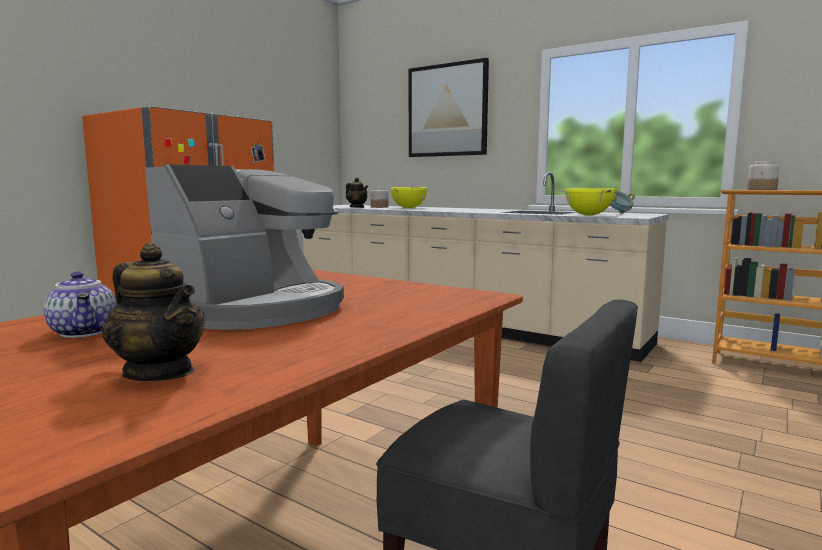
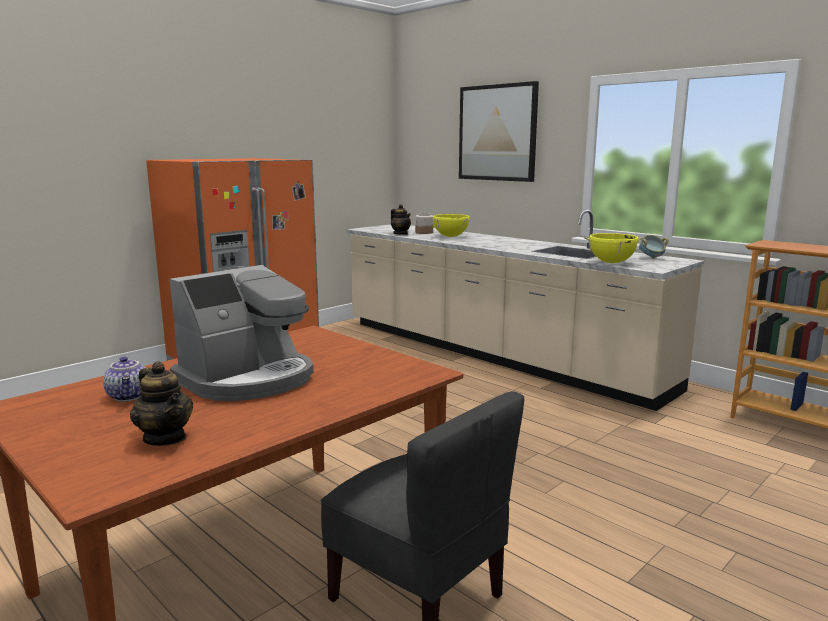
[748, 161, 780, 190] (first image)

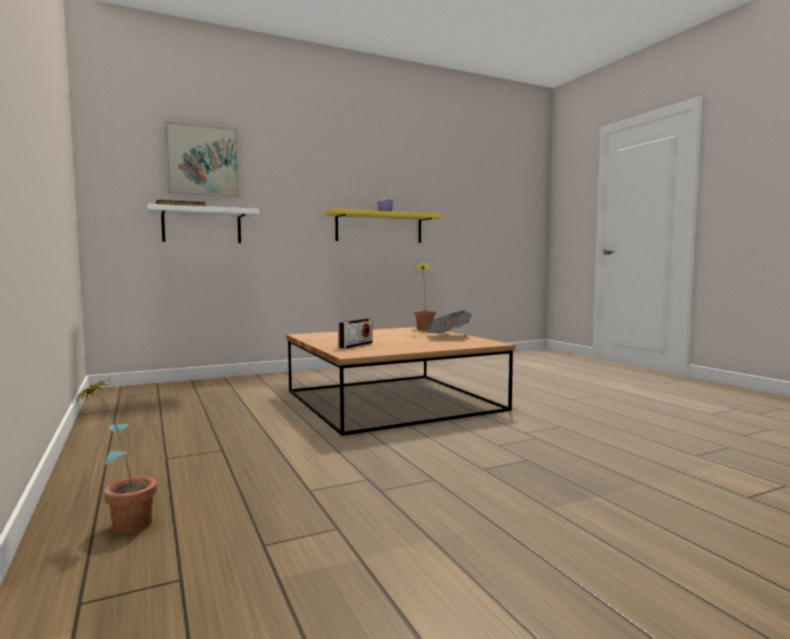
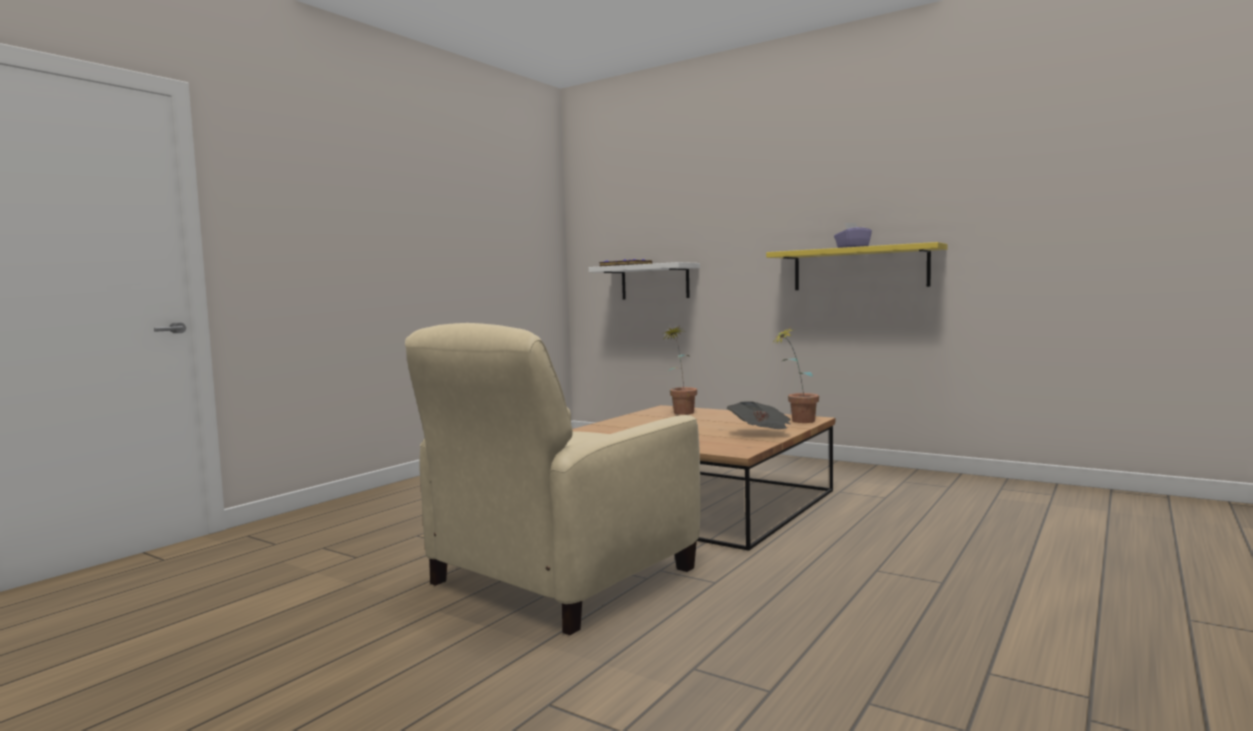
[165, 121, 239, 197] (first image)
[338, 318, 372, 349] (first image)
[662, 326, 697, 415]
[405, 323, 701, 635]

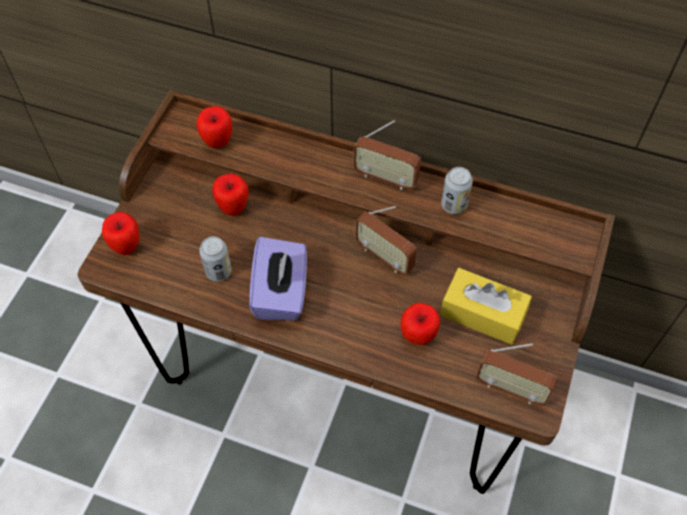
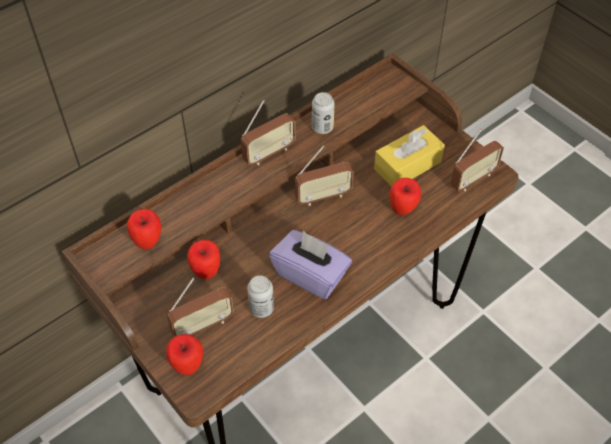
[167, 278, 234, 337]

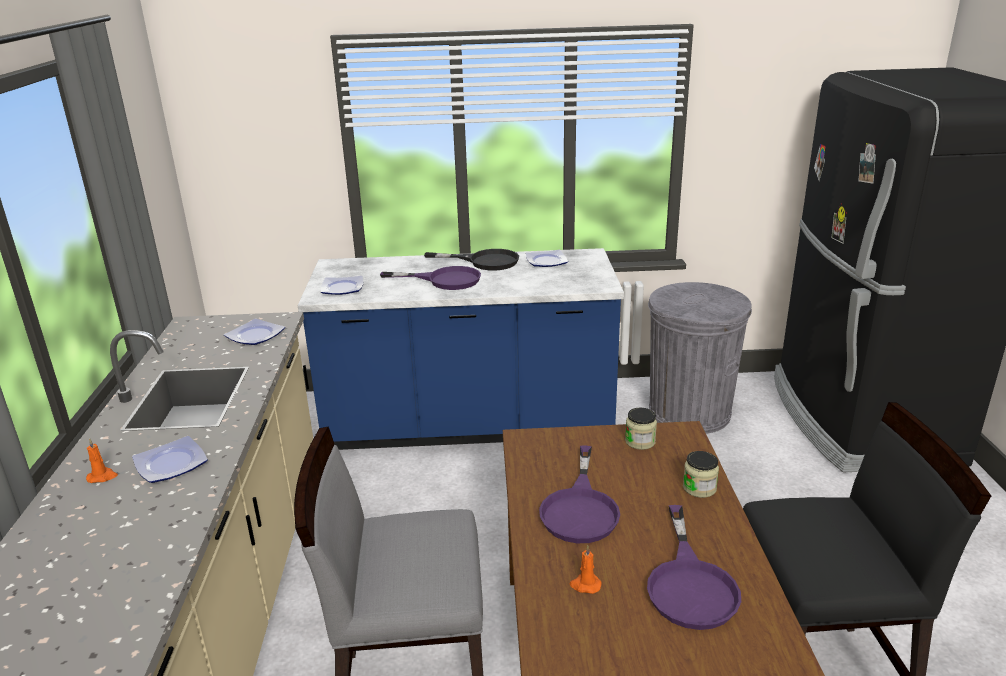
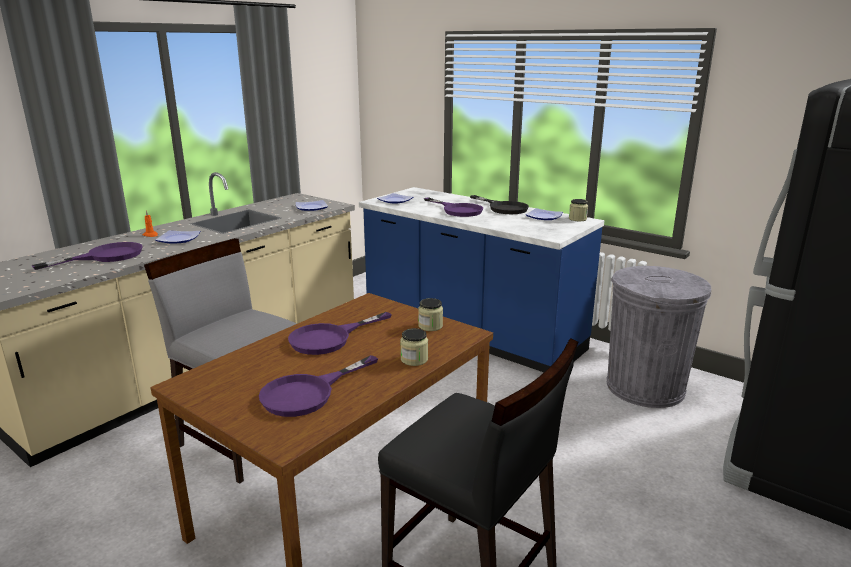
[569, 545, 601, 594] (first image)
[569, 199, 588, 221]
[32, 242, 143, 270]

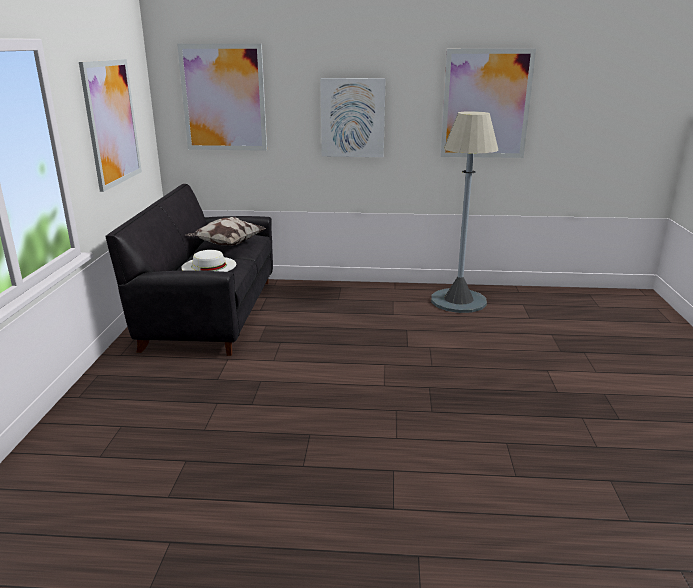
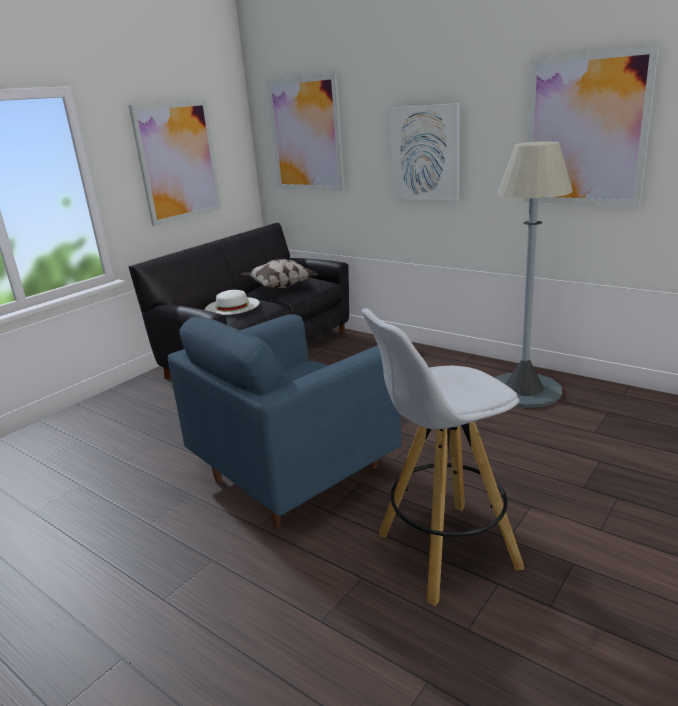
[361, 308, 524, 606]
[168, 314, 402, 528]

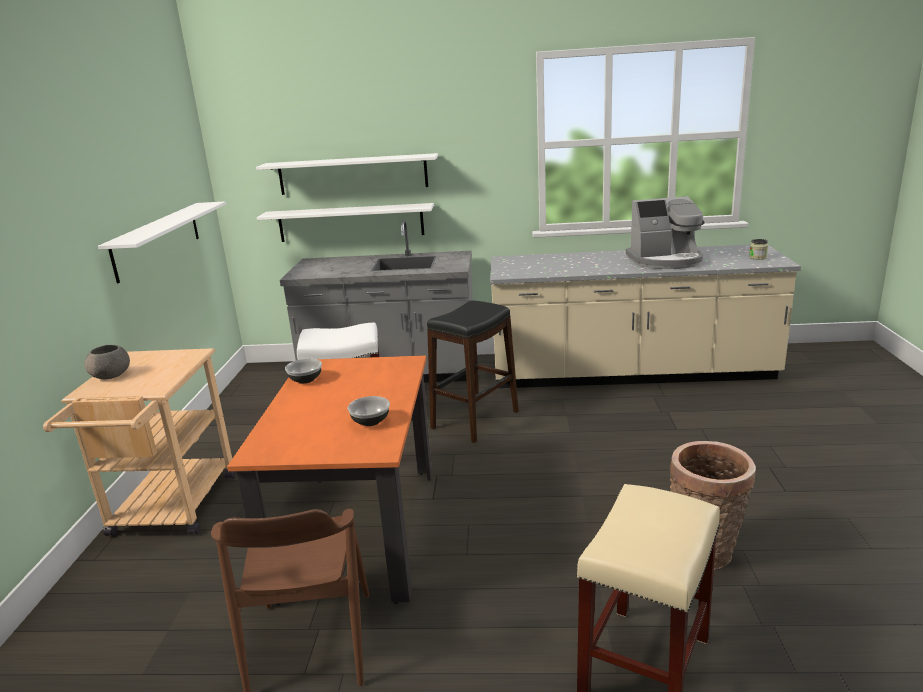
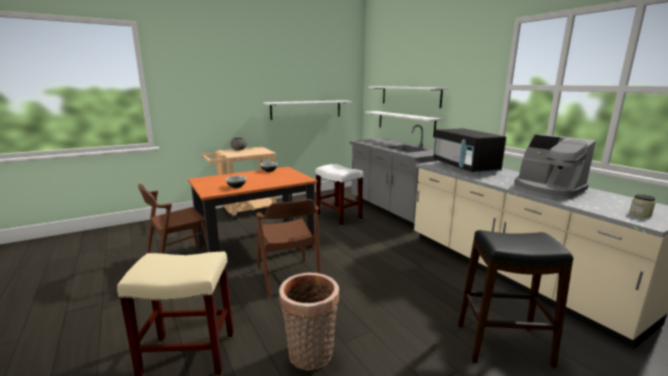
[458, 230, 573, 368]
[434, 128, 506, 175]
[256, 199, 321, 298]

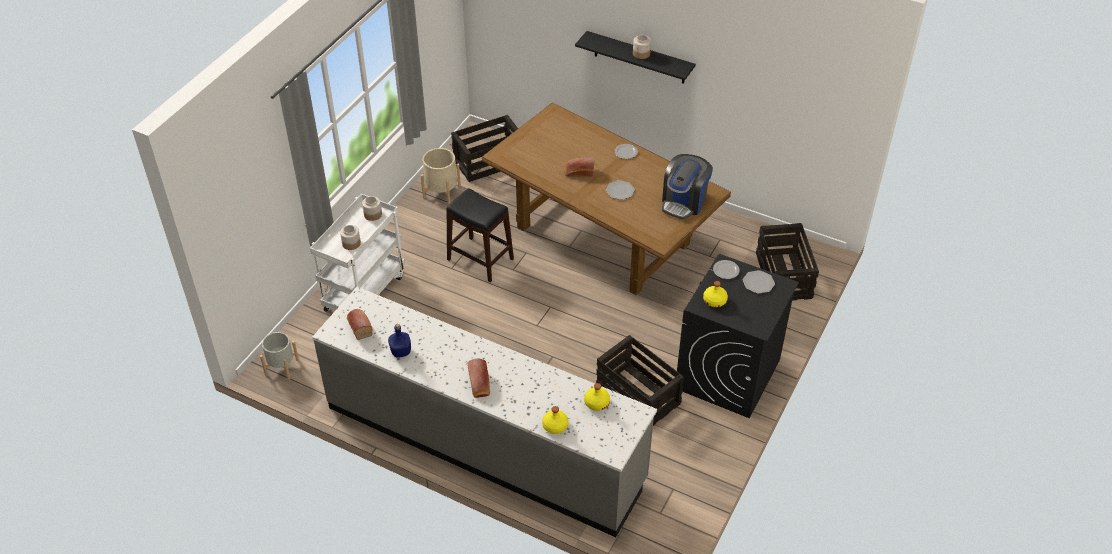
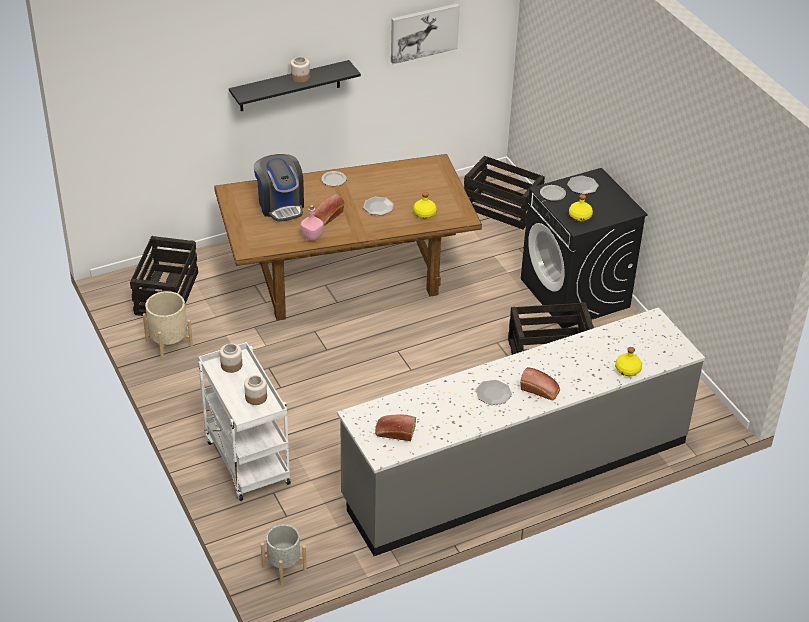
[253, 154, 304, 222]
[446, 188, 514, 282] (first image)
[388, 324, 411, 358] (first image)
[413, 192, 437, 218]
[391, 3, 460, 64]
[301, 205, 324, 241]
[476, 380, 512, 405]

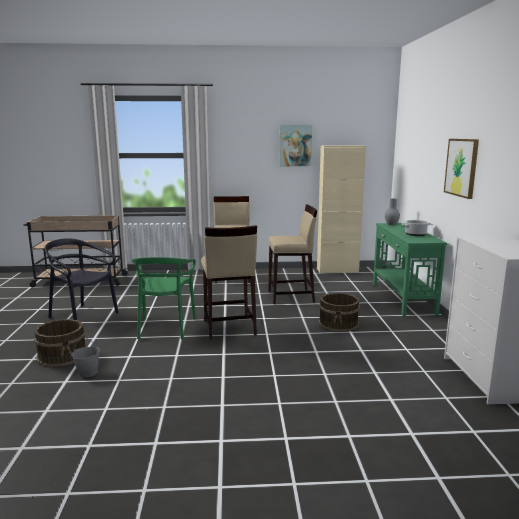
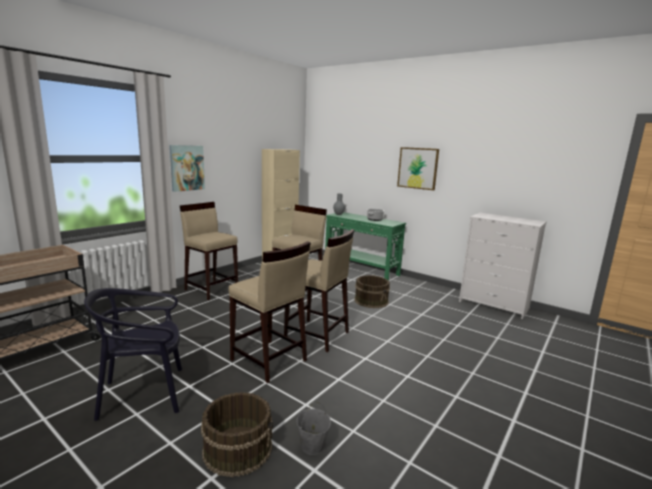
[170, 145, 205, 192]
[229, 241, 311, 383]

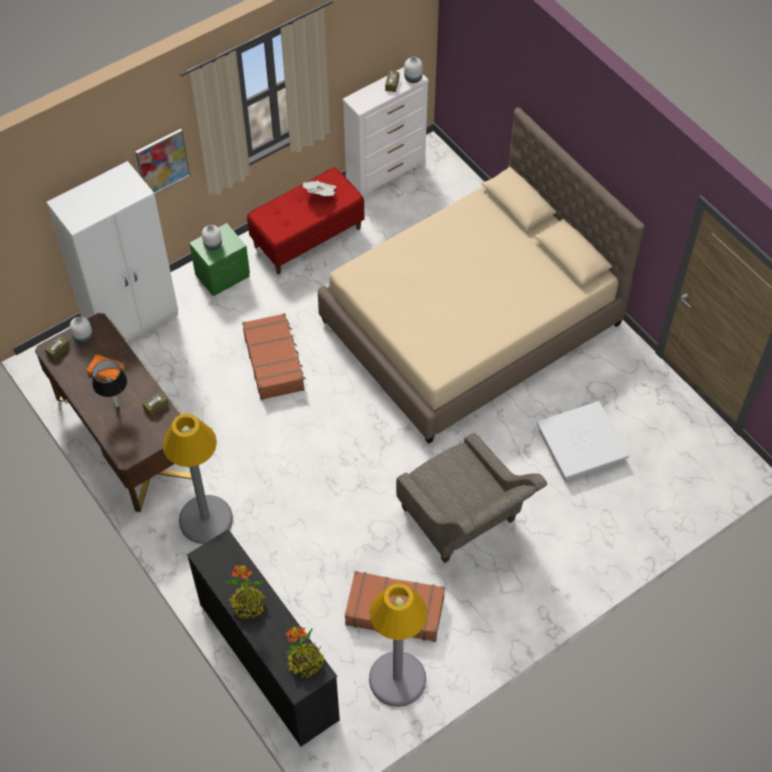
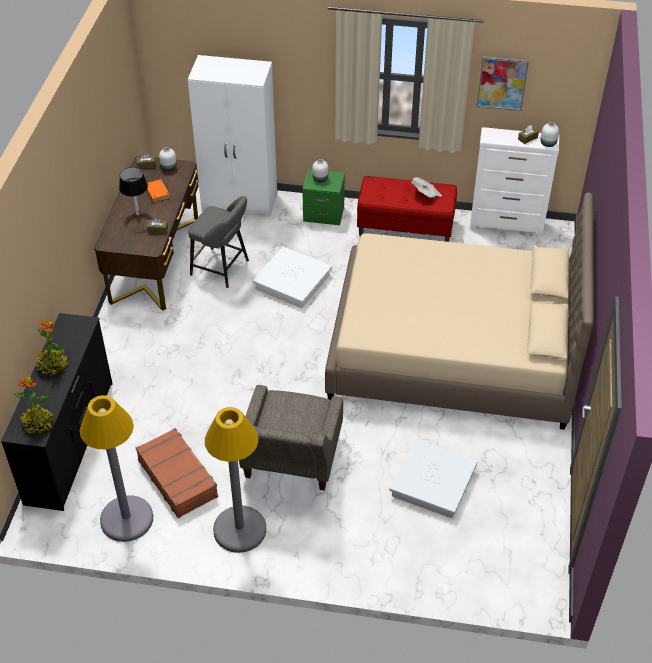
[477, 56, 529, 111]
[252, 246, 332, 308]
[205, 407, 266, 553]
[189, 196, 249, 288]

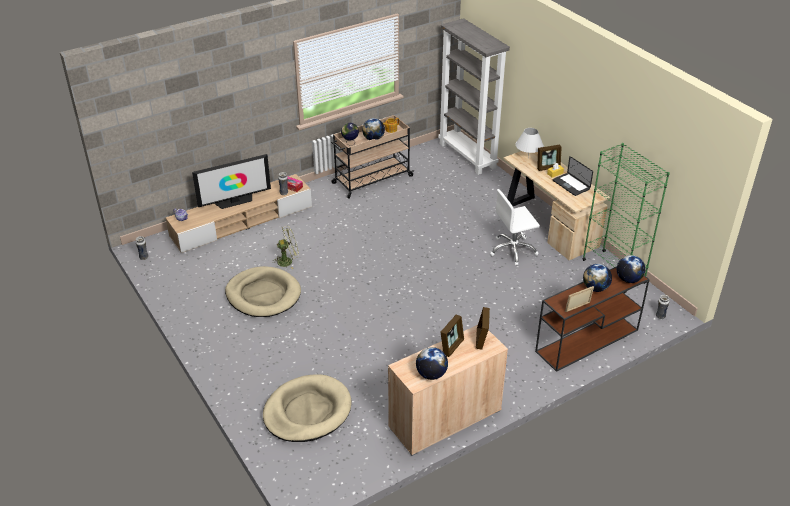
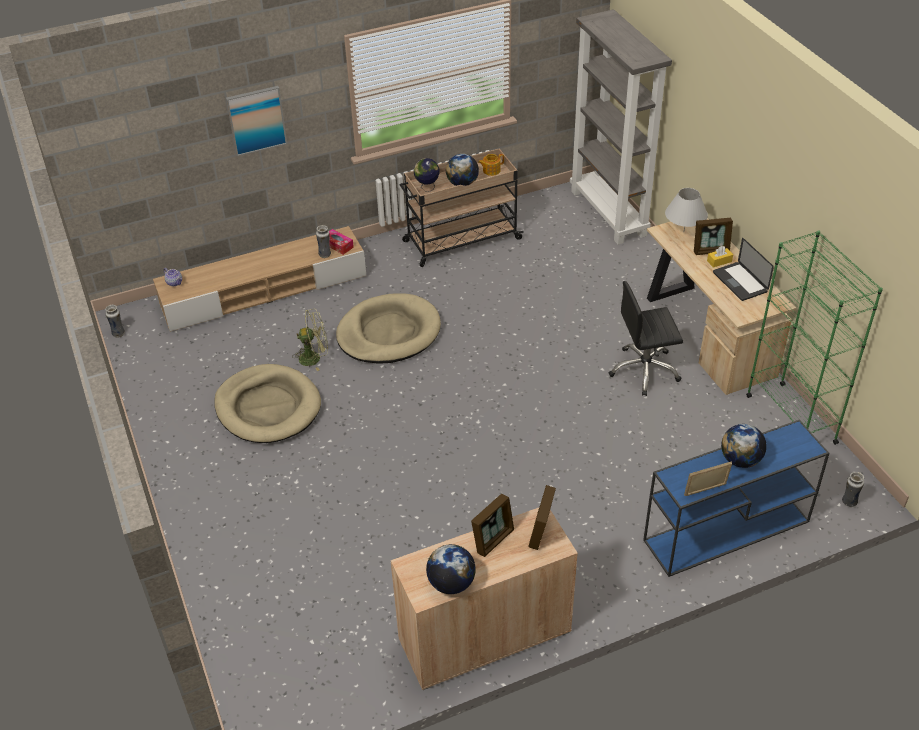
[192, 154, 271, 209] (first image)
[609, 281, 683, 396]
[617, 255, 645, 283] (first image)
[643, 420, 829, 577]
[336, 293, 441, 364]
[226, 86, 287, 156]

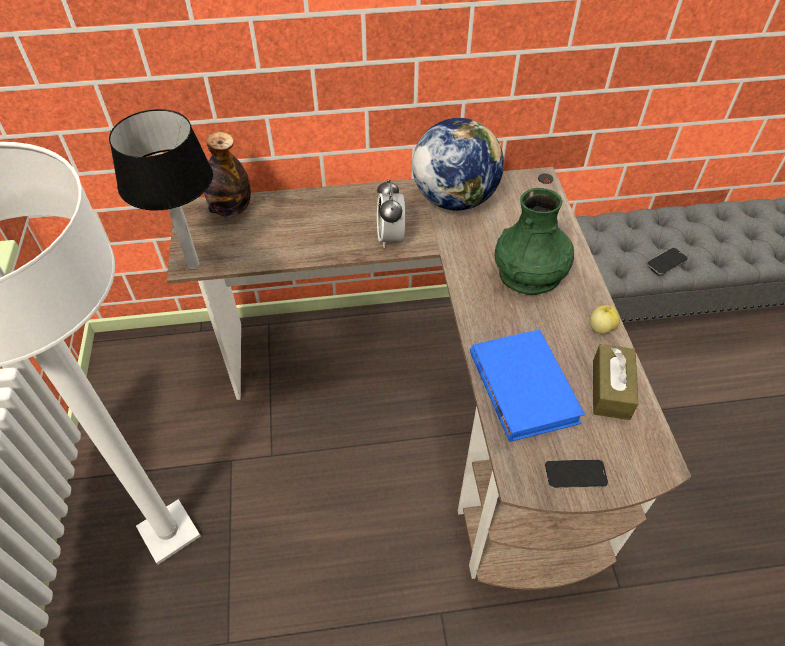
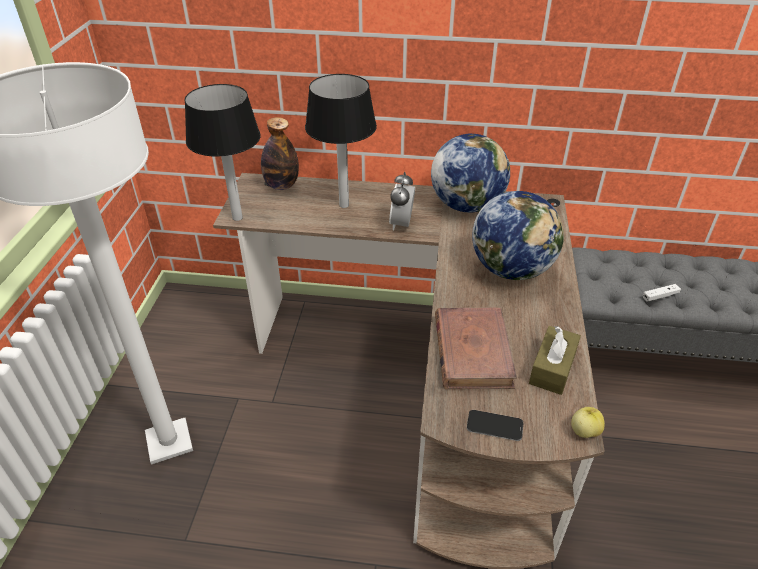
[472, 191, 564, 280]
[643, 284, 681, 302]
[571, 407, 605, 438]
[435, 307, 517, 389]
[305, 74, 377, 208]

